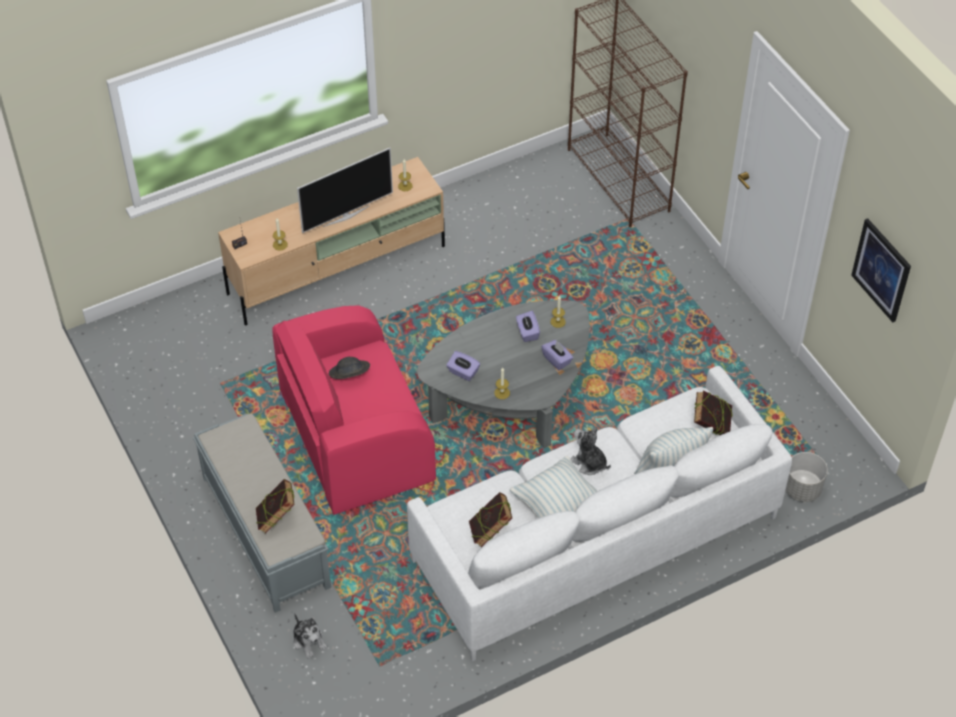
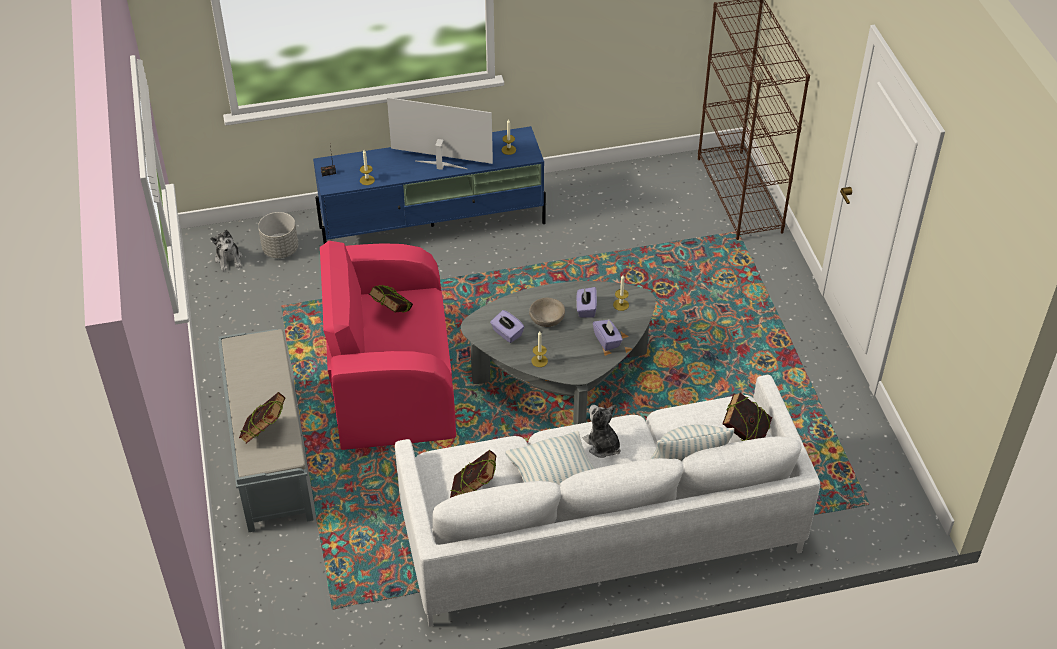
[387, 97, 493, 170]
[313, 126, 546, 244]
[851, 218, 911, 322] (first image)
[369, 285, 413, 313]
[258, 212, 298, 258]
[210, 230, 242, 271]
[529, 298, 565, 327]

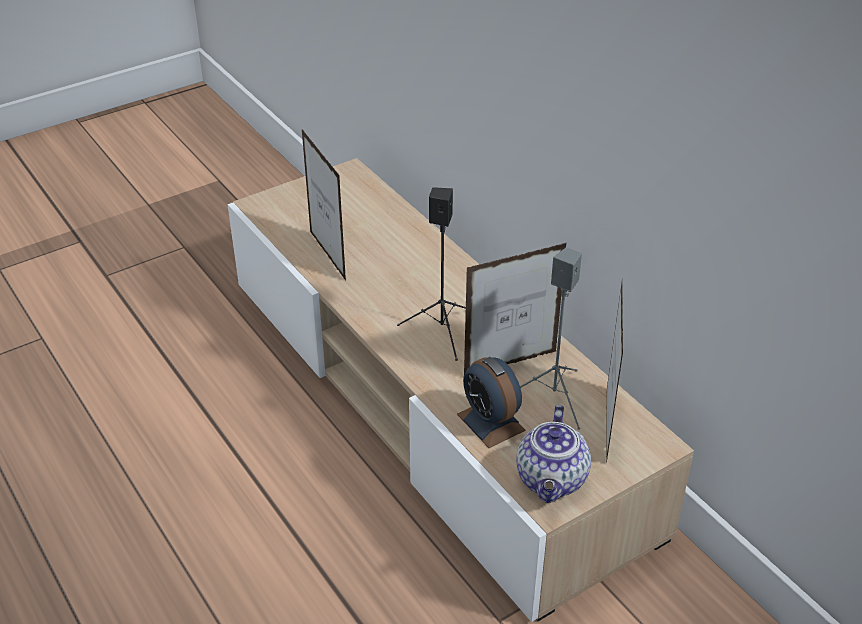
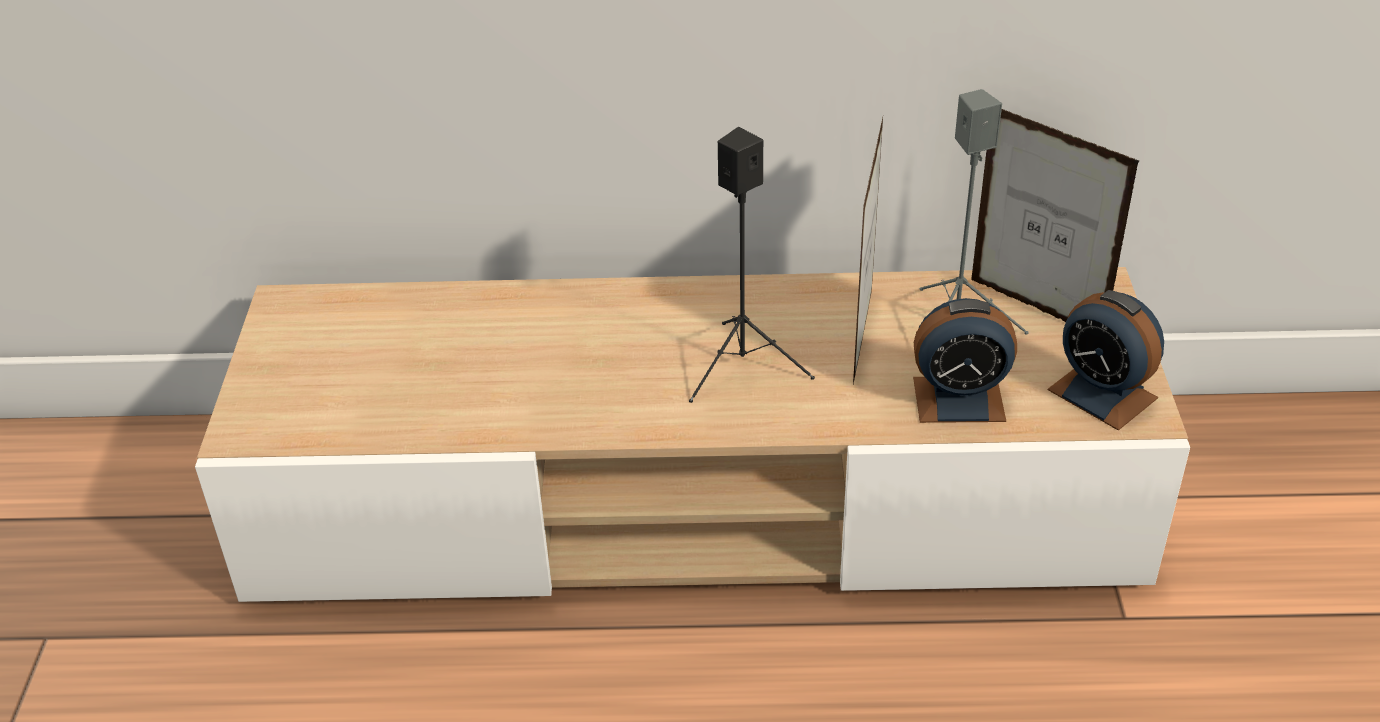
[302, 130, 346, 281] (first image)
[1048, 290, 1164, 431]

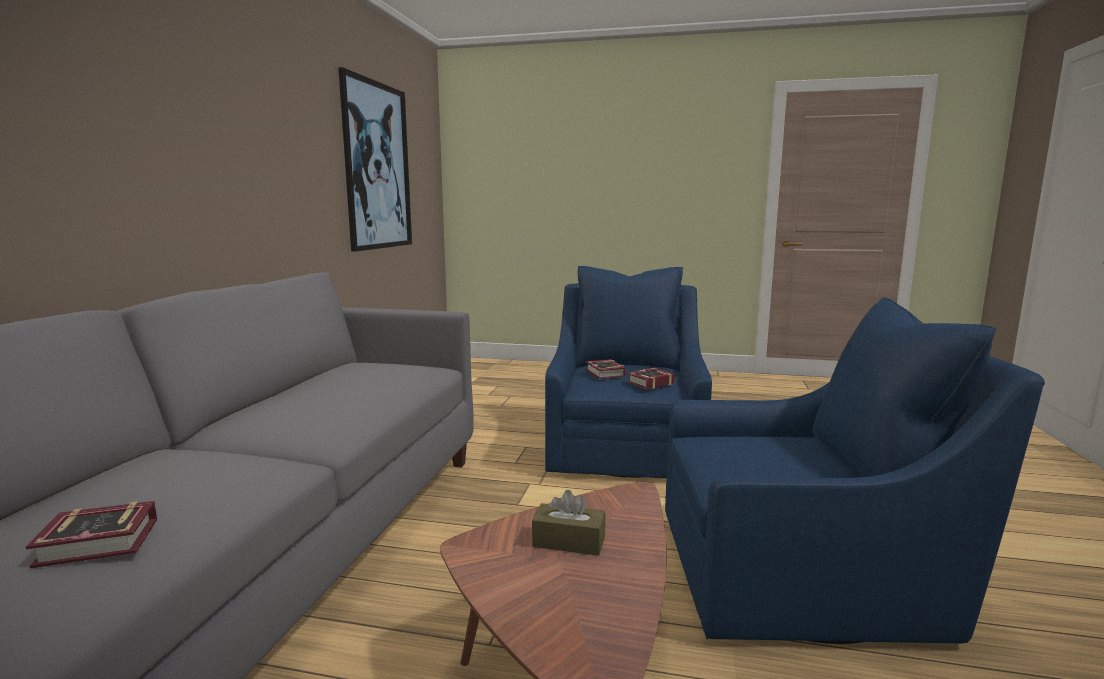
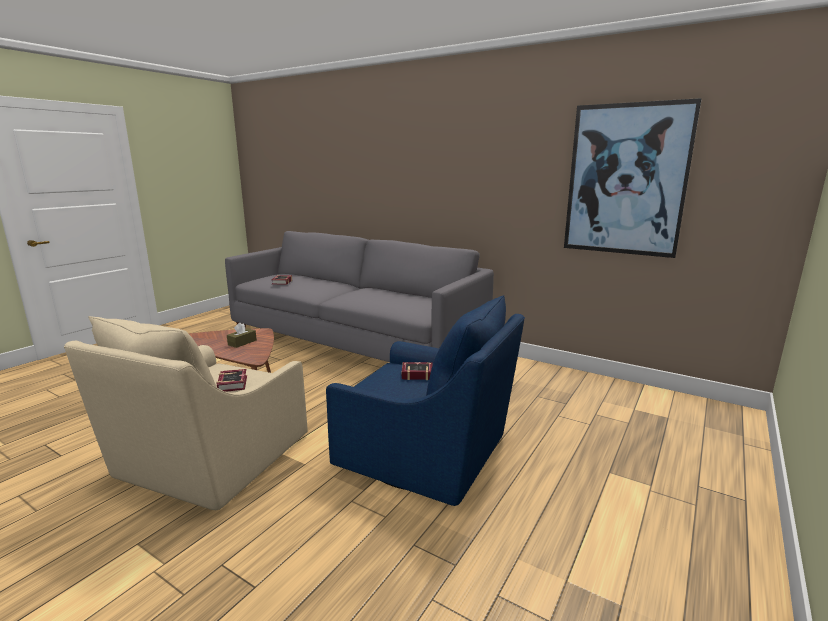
[64, 316, 308, 510]
[216, 369, 247, 392]

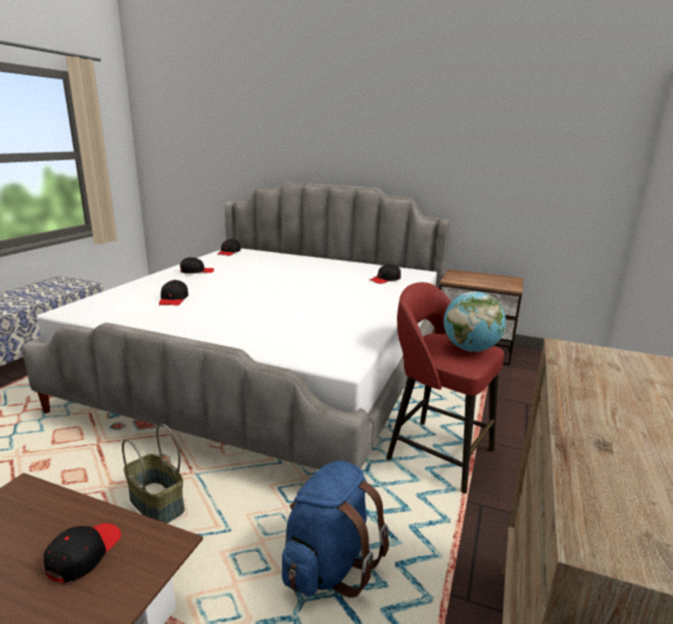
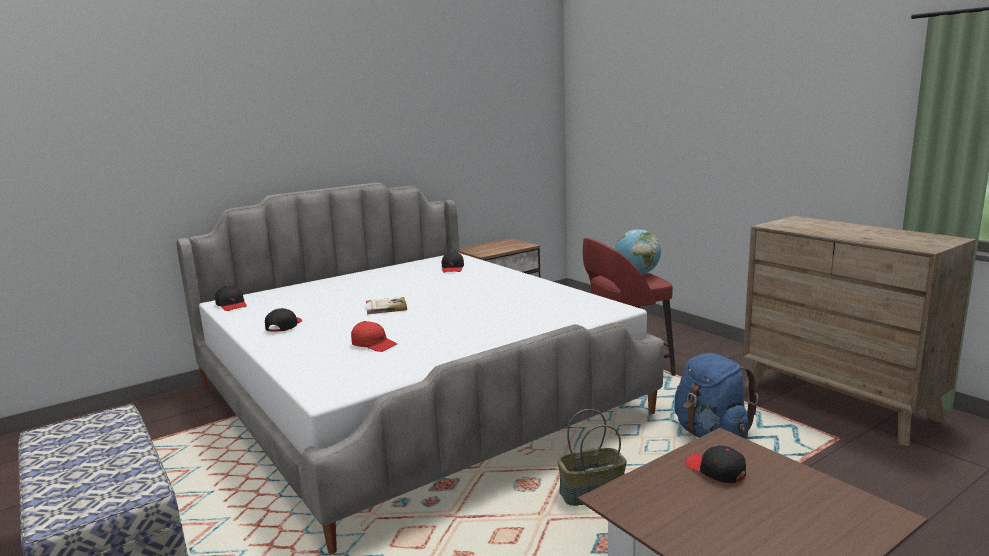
[351, 321, 397, 352]
[366, 297, 407, 314]

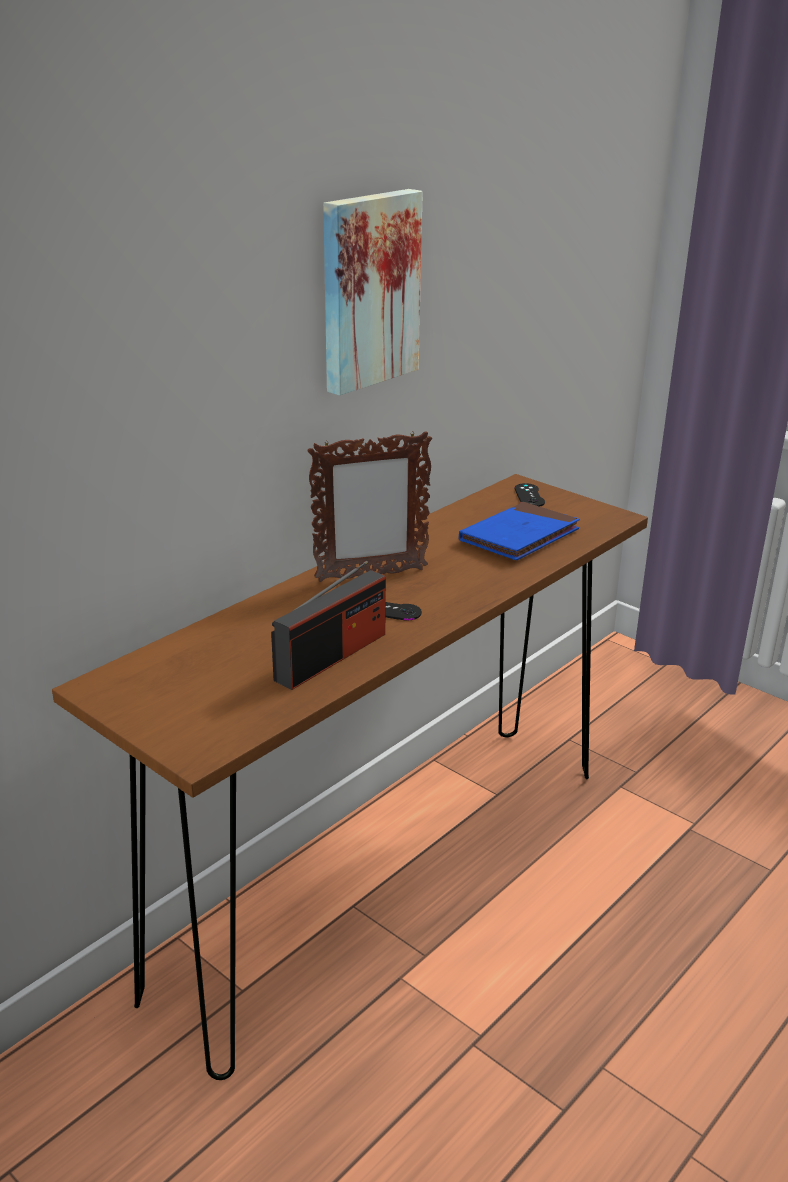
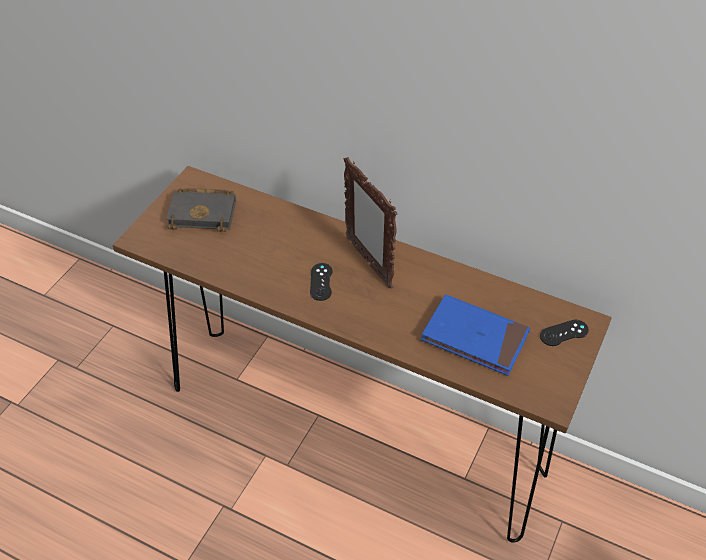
[323, 189, 423, 396] (first image)
[271, 561, 386, 690] (first image)
[166, 188, 236, 232]

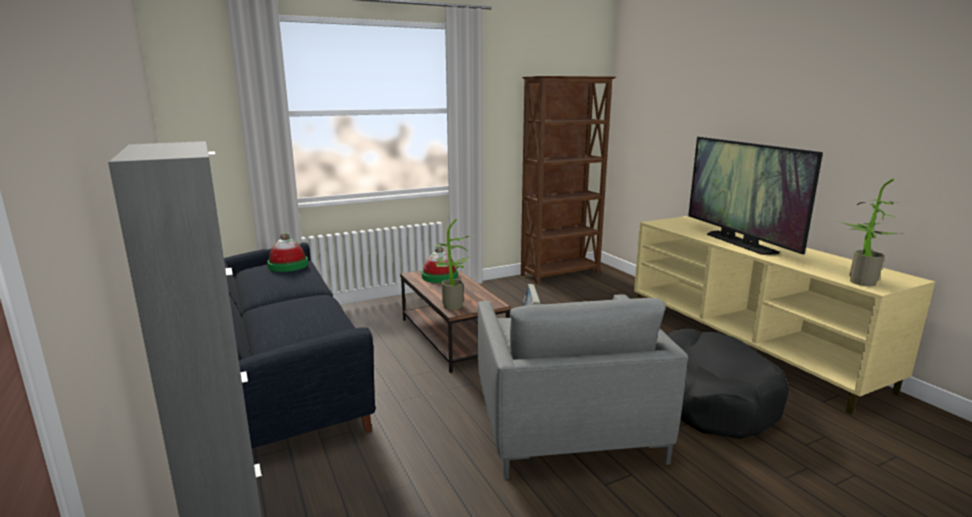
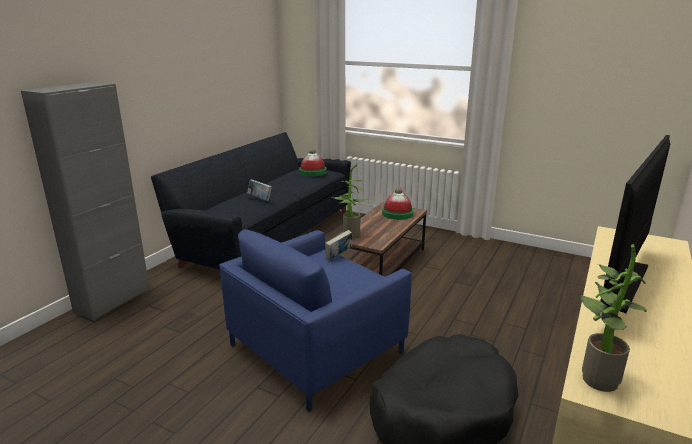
[521, 76, 616, 285] (first image)
[219, 230, 412, 412]
[247, 179, 272, 201]

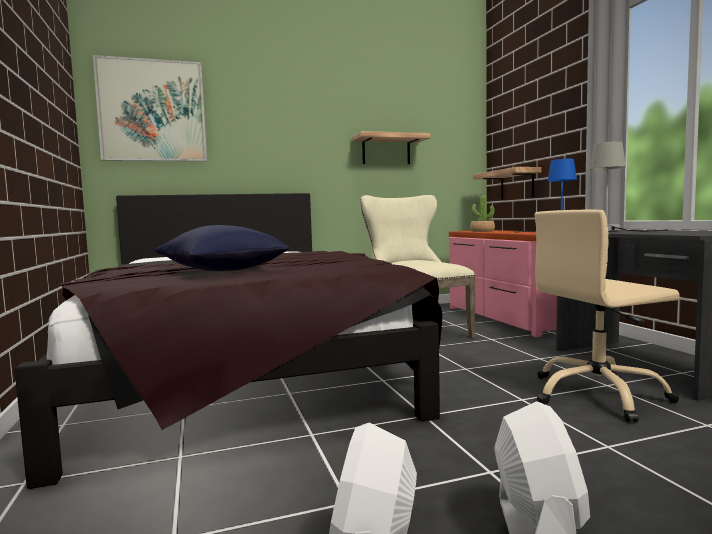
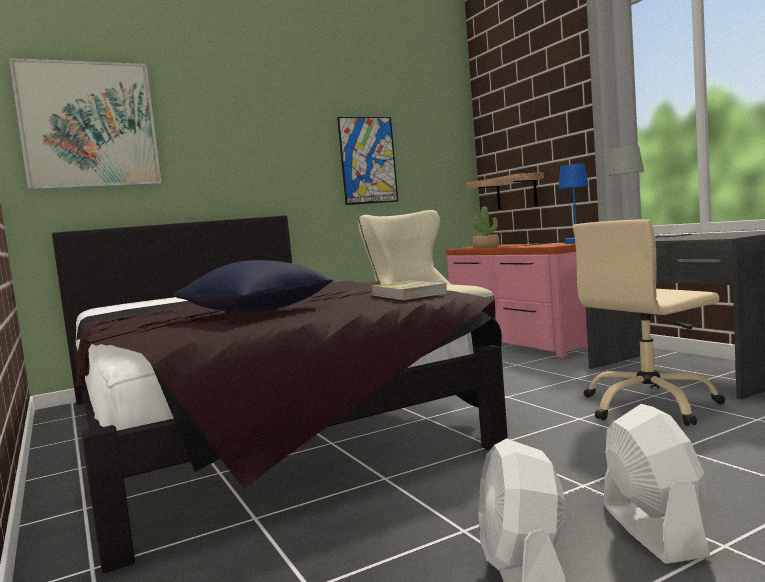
[337, 117, 398, 205]
[372, 280, 447, 300]

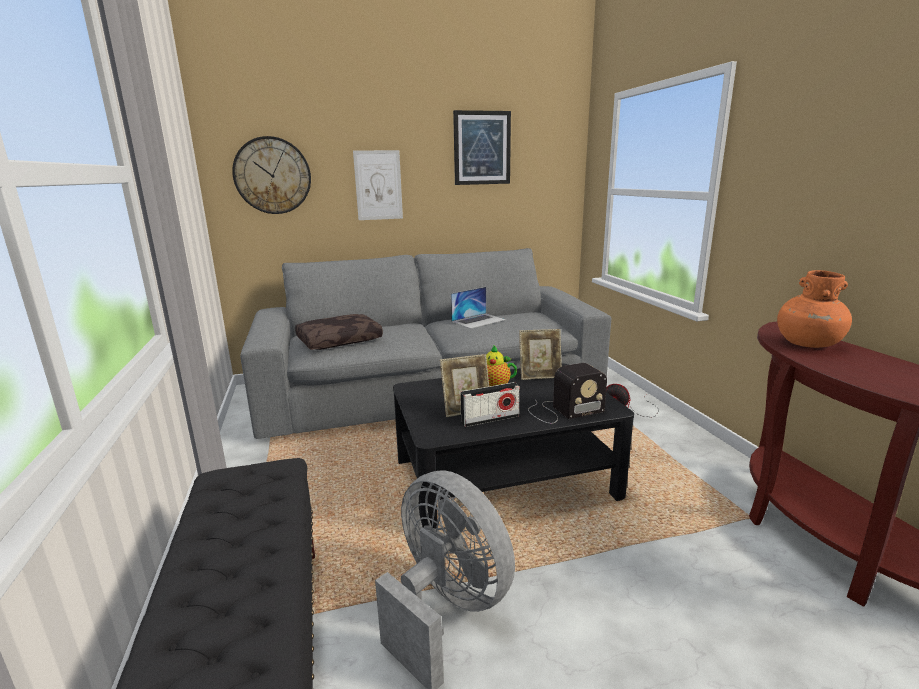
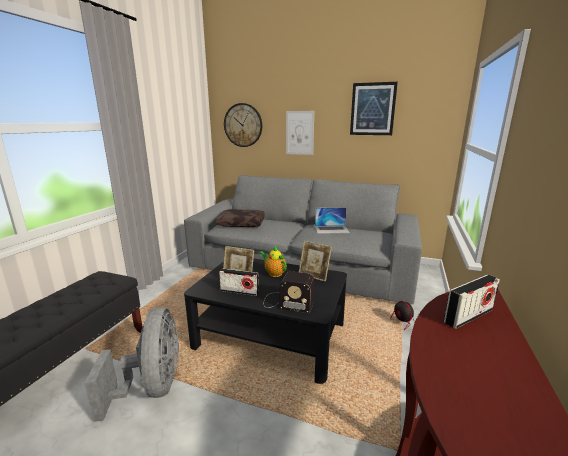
[444, 275, 500, 329]

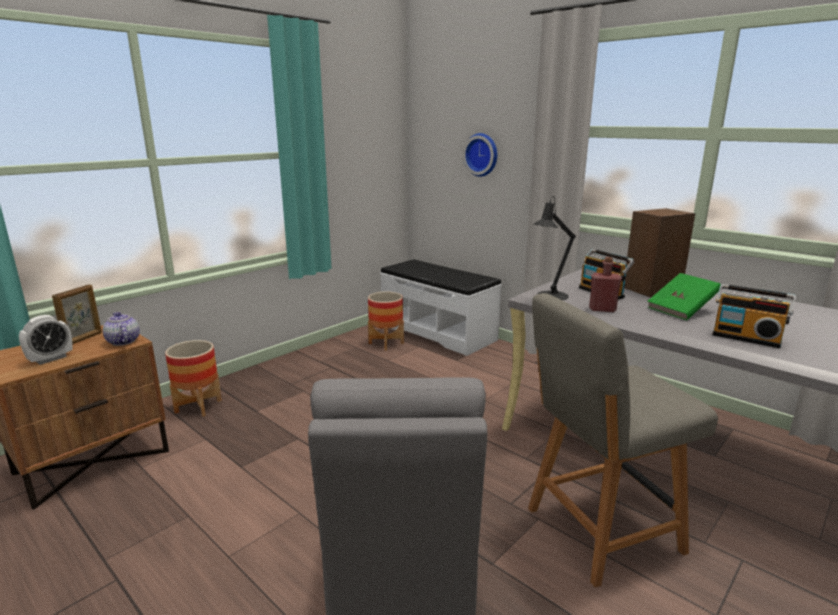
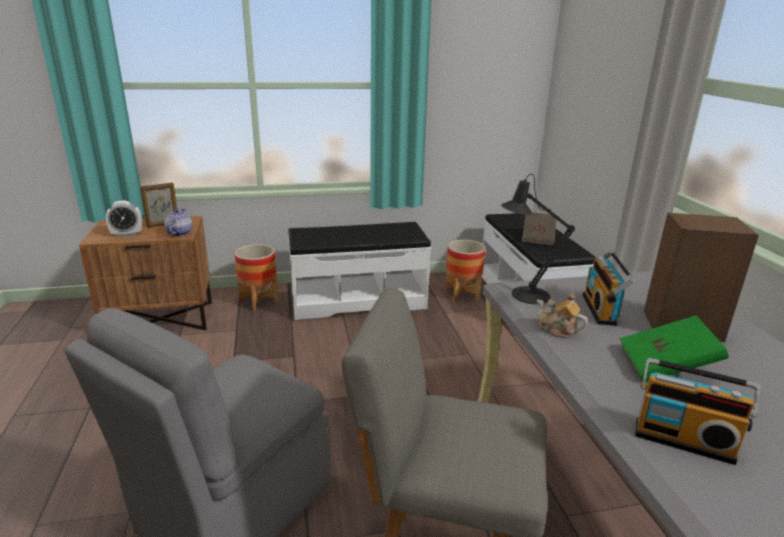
[463, 133, 497, 177] (first image)
[537, 293, 588, 338]
[635, 358, 761, 465]
[522, 212, 556, 246]
[288, 222, 431, 320]

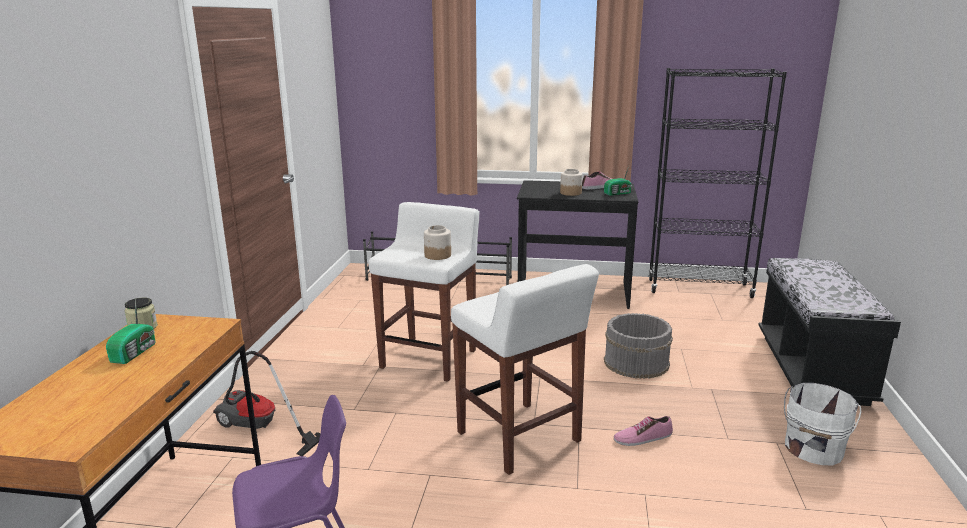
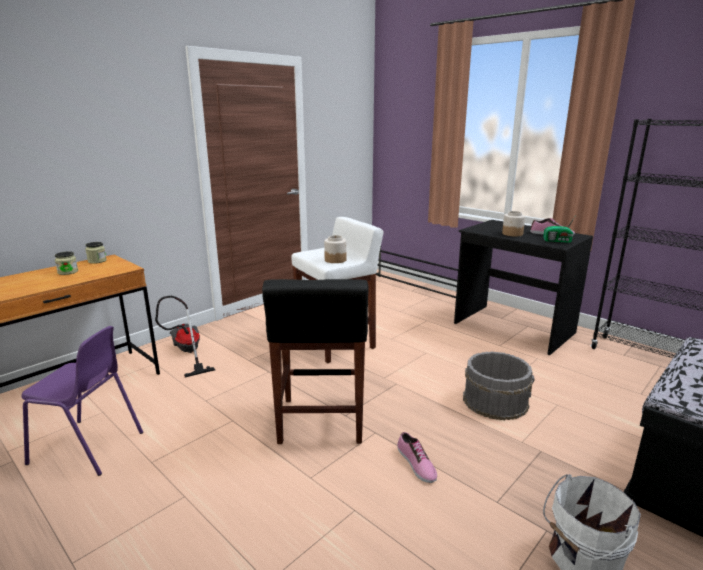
[262, 279, 369, 444]
[55, 251, 78, 275]
[397, 432, 437, 483]

